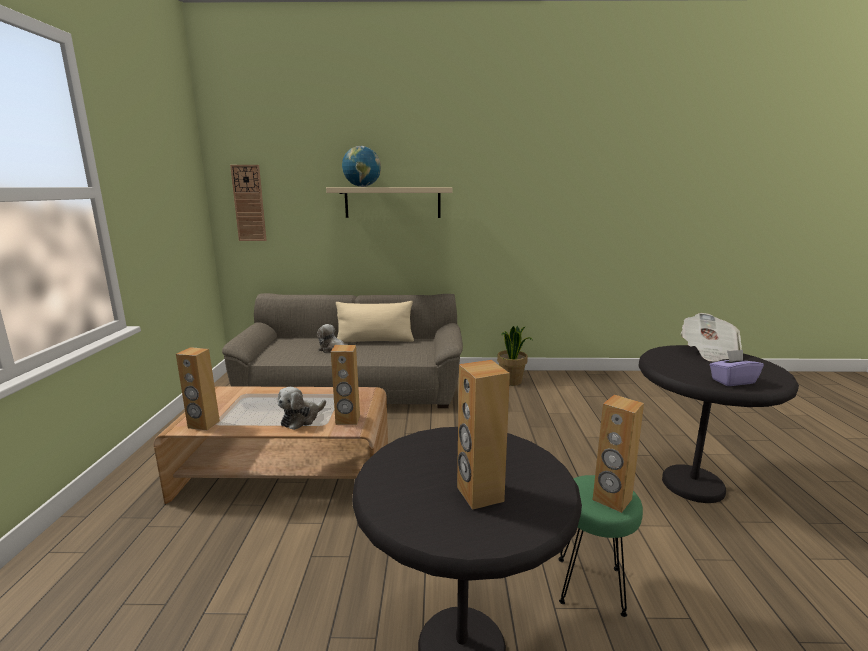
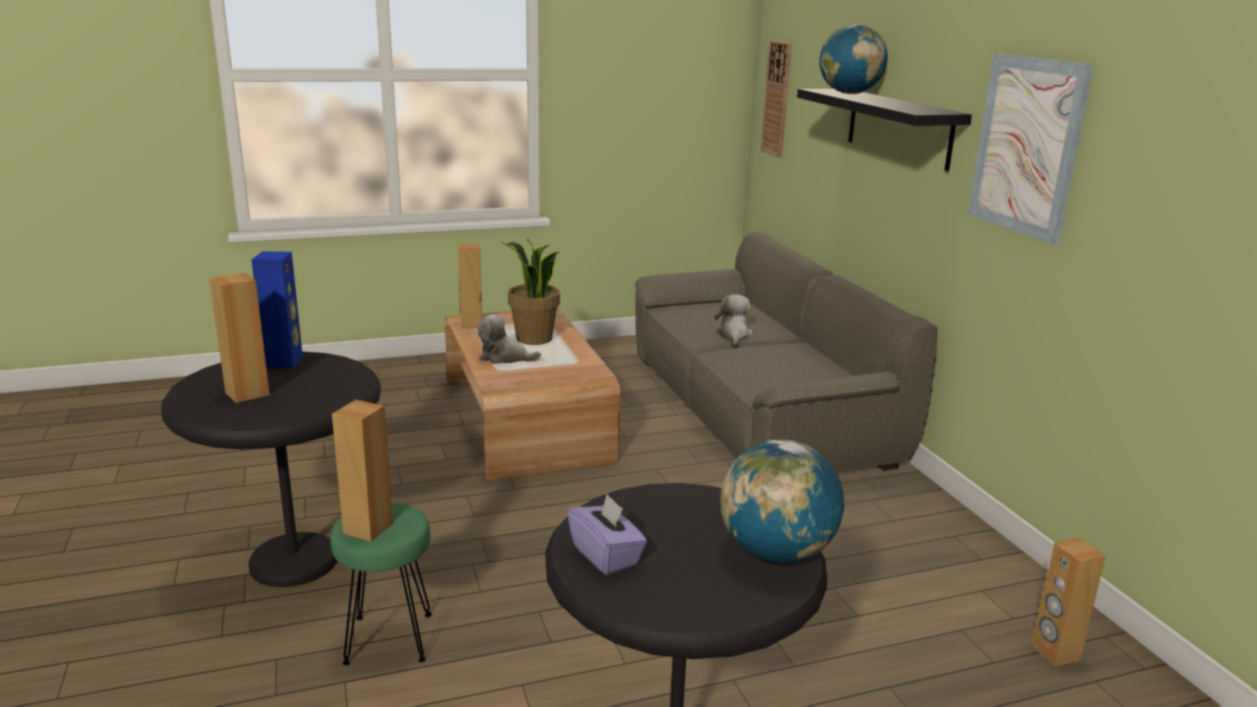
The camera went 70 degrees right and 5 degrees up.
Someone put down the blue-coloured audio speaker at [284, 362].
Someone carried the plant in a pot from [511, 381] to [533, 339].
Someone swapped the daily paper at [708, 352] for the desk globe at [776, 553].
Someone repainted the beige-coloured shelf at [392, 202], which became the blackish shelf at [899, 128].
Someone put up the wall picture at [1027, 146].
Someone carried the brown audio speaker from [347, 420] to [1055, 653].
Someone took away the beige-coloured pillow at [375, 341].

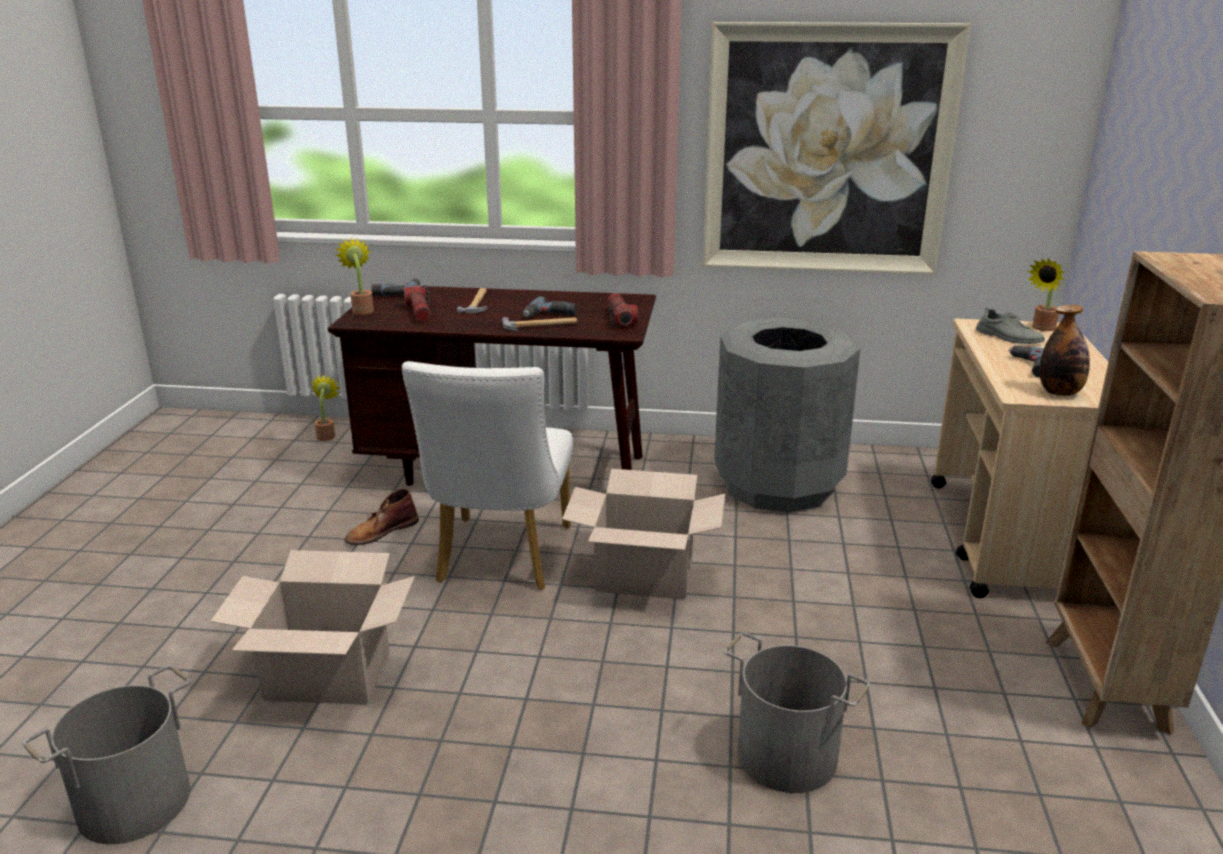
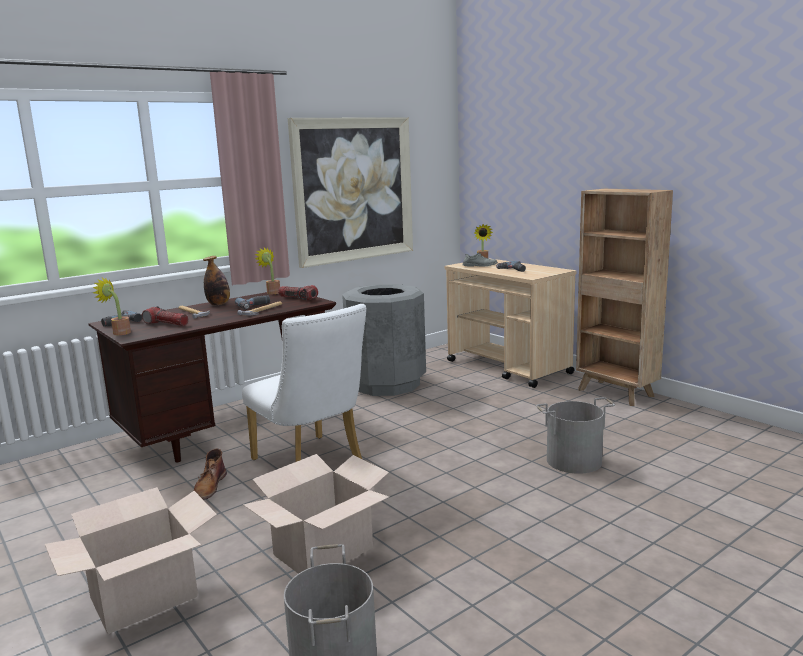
The camera went 45 degrees left and 10 degrees down.
Someone carried the carton from [645, 575] to [144, 597].
Someone carried the drink bottle from [1059, 392] to [218, 304].
Someone carried the plant in a pot from [327, 435] to [272, 292].

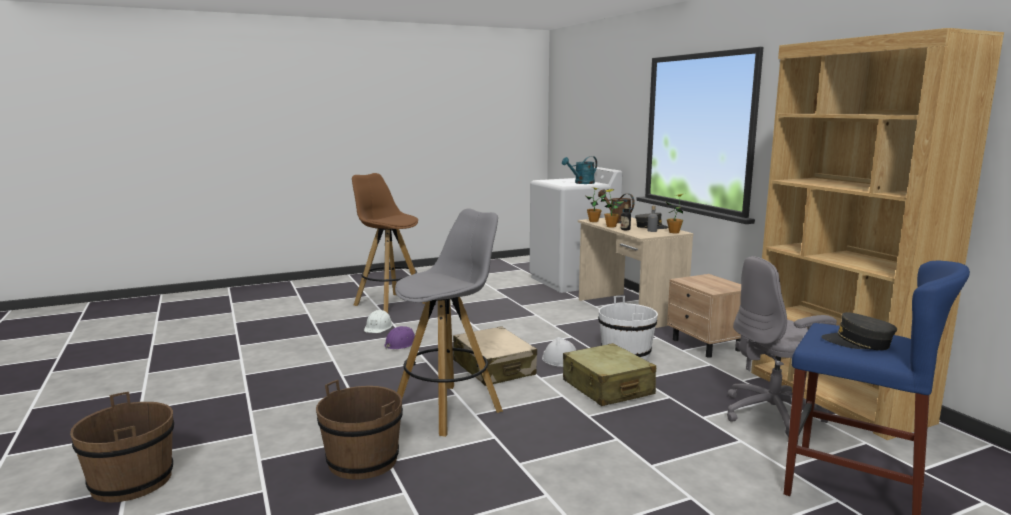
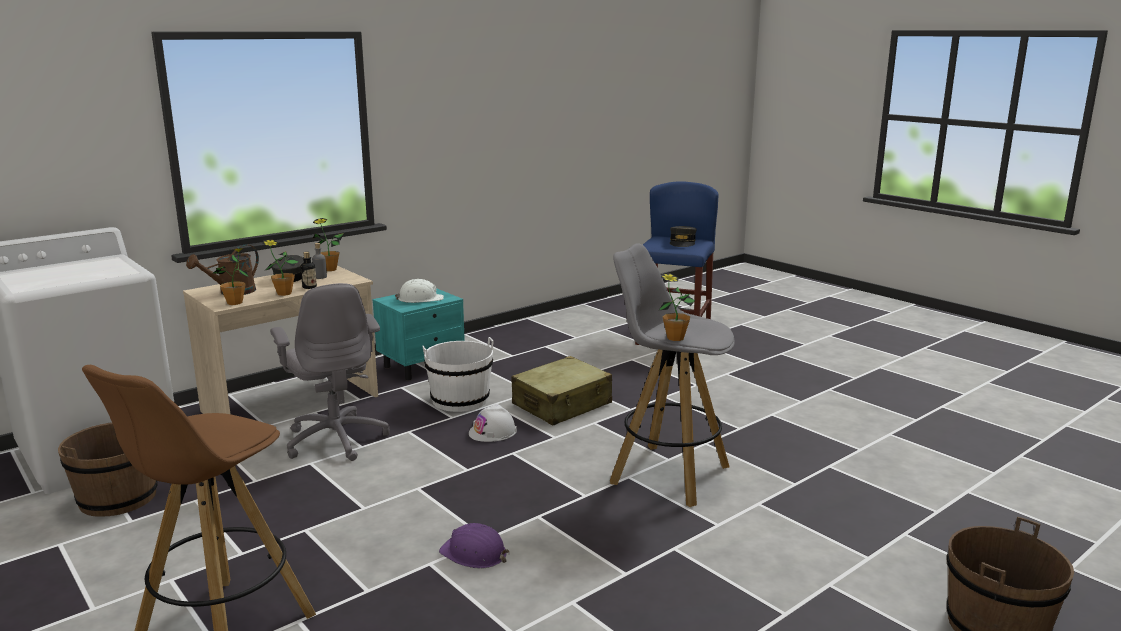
The camera went 105 degrees left and 5 degrees up.
Someone carried the brown pail from [362, 461] to [118, 498].
Someone carried the greyish office chair from [773, 414] to [336, 439].
Someone repainted the beige-coloured bedside table at [706, 345], which became the turquoise-coloured bedside table at [422, 366].
Someone carried the whitish safety helmet from [378, 327] to [420, 299].
Someone put down the plant in a pot at [675, 338].
Someone took away the beige-coloured piece of luggage at [494, 368].
Someone took away the turquoise-coloured watering can at [581, 183].
Someone took away the brown bookshelf at [836, 396].

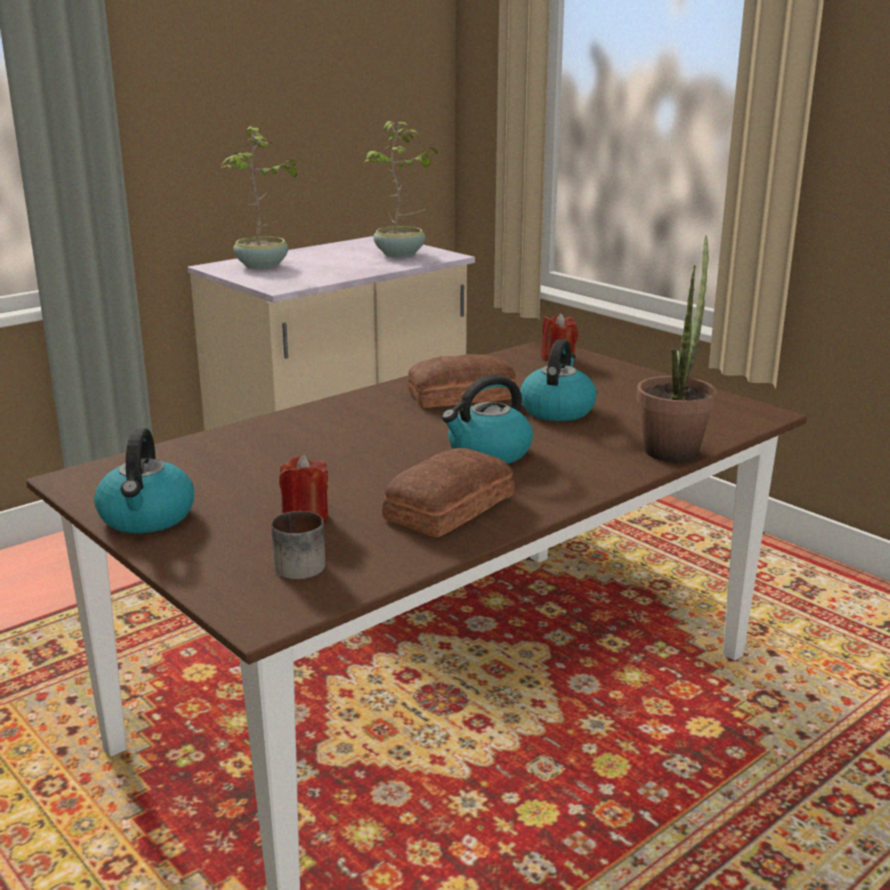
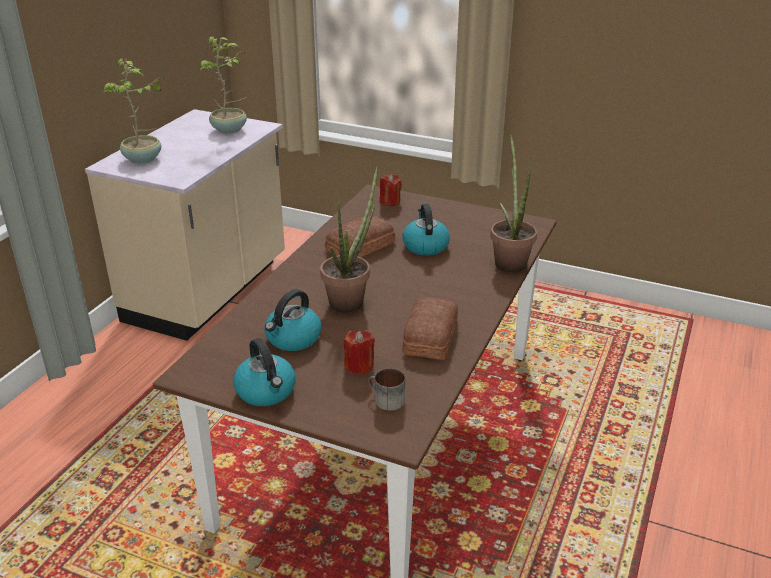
The camera went 25 degrees left and 10 degrees up.
Someone carried the water kettle from [488, 453] to [293, 339].
Someone put down the plant in a pot at [350, 299].

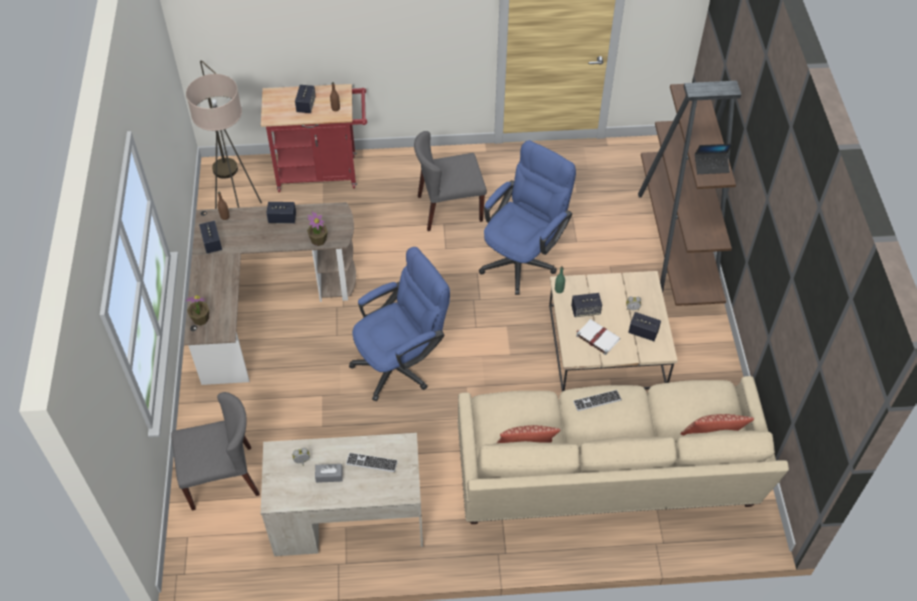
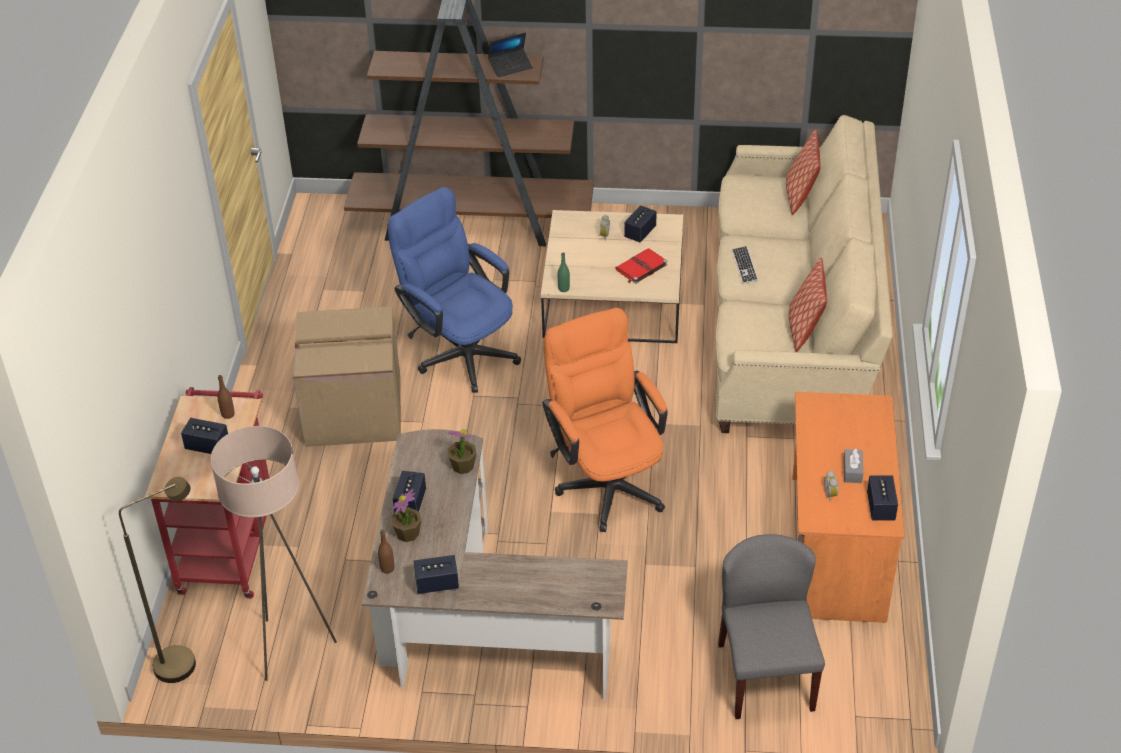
The camera went 80 degrees left and 10 degrees down.
Someone swapped the greyish plain chair at [449, 209] for the carton at [352, 411].
Someone carried the plant in a pot from [200, 319] to [407, 534].
Someone rotated the laptop at [711, 166] by 60 degrees clockwise.
Someone repainted the blue-coloured office chair at [401, 363], which became the orangey office chair at [606, 481].
Someone repainted the whitish bound book at [597, 337], which became the red bound book at [641, 268].
Someone repainted the beige-coloured desk table at [348, 519], which became the orangey desk table at [837, 548].
Someone carried the audio speaker from [585, 310] to [880, 507].
Someone took away the computer keyboard at [372, 463].

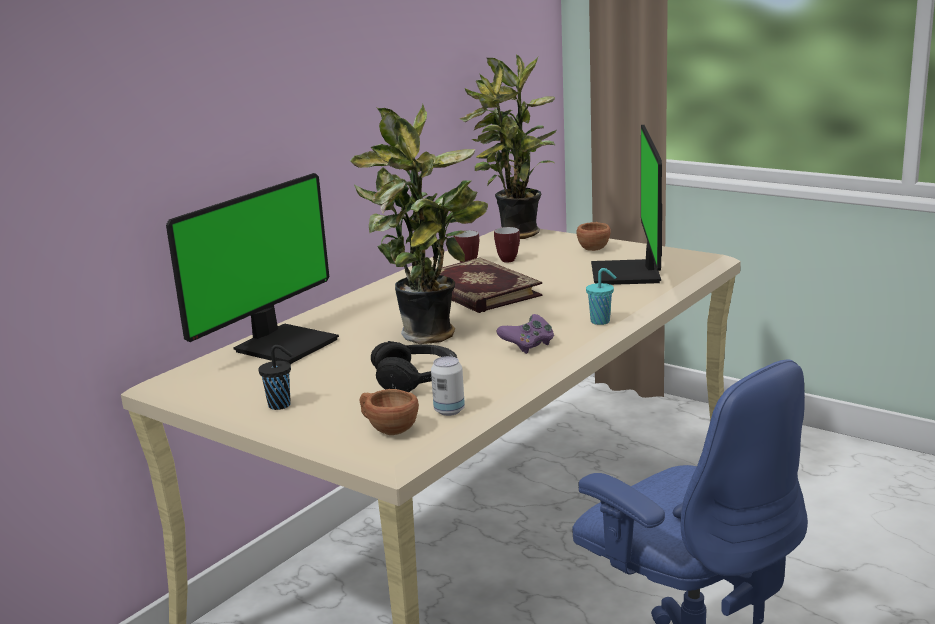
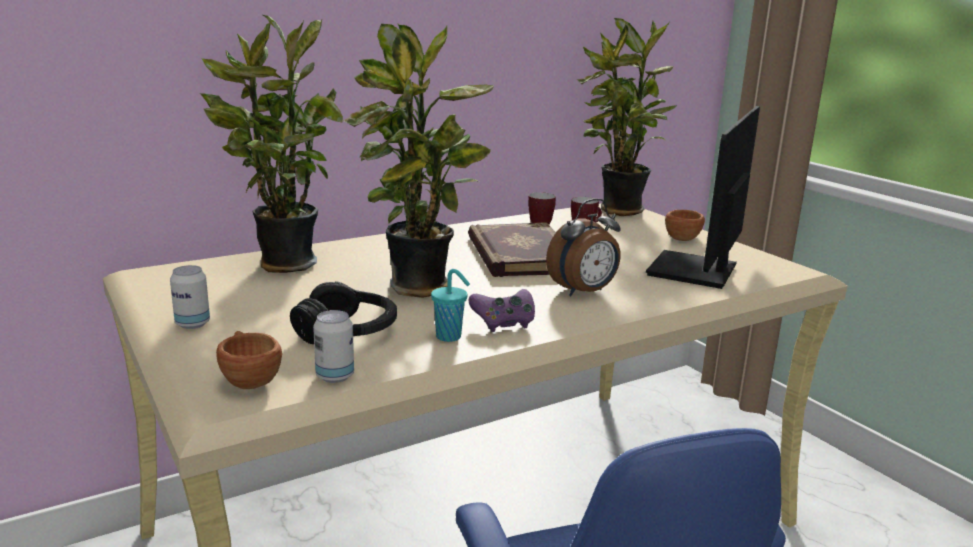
The camera went 20 degrees right and 0 degrees up.
Someone swapped the blackish small cup at [281, 405] for the sealed can at [192, 324].
Someone swapped the monitor at [284, 344] for the plant in a pot at [281, 265].
Someone carried the turquoise-coloured small cup from [601, 321] to [450, 337].
Someone put down the alarm clock at [584, 292].

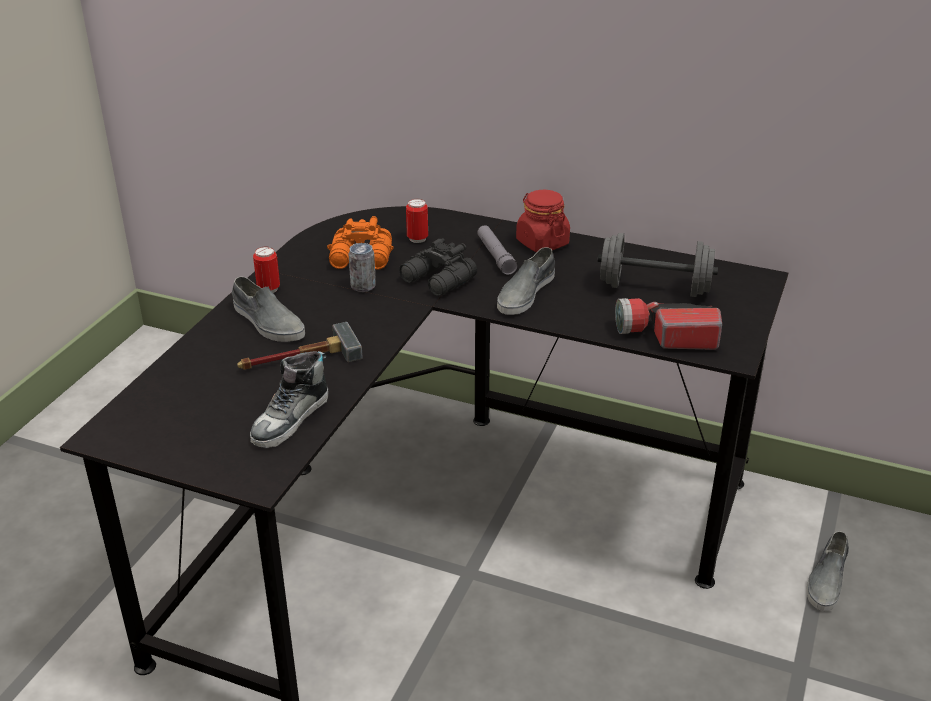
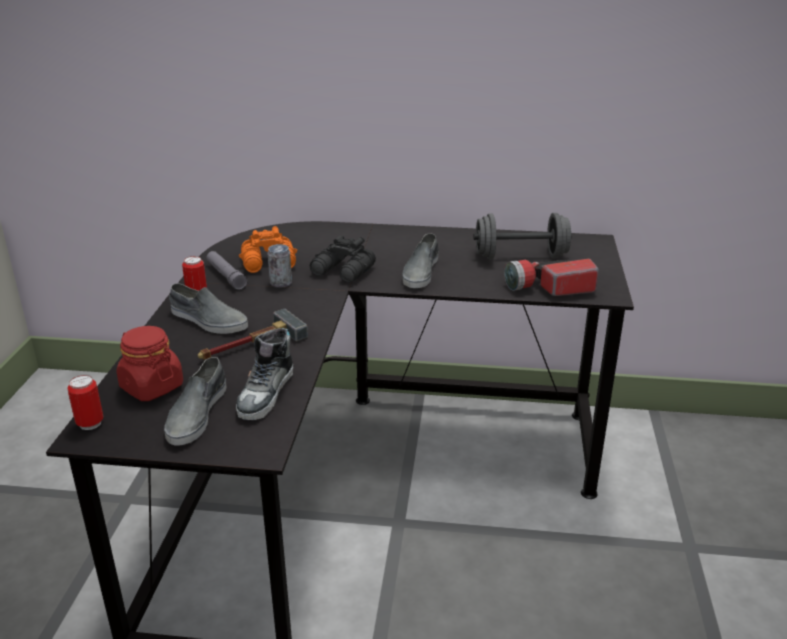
The camera went 15 degrees left and 5 degrees down.
Someone carried the sealed can from [417, 239] to [90, 423].
Someone carried the red storage jar from [542, 243] to [151, 387].
Someone carried the greyish shoe from [826, 580] to [196, 413].
Someone carried the greyish hand torch from [495, 256] to [226, 276].

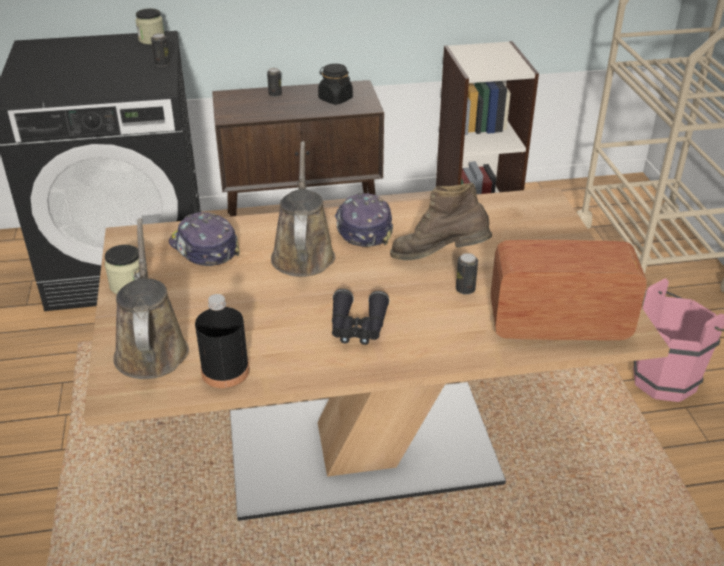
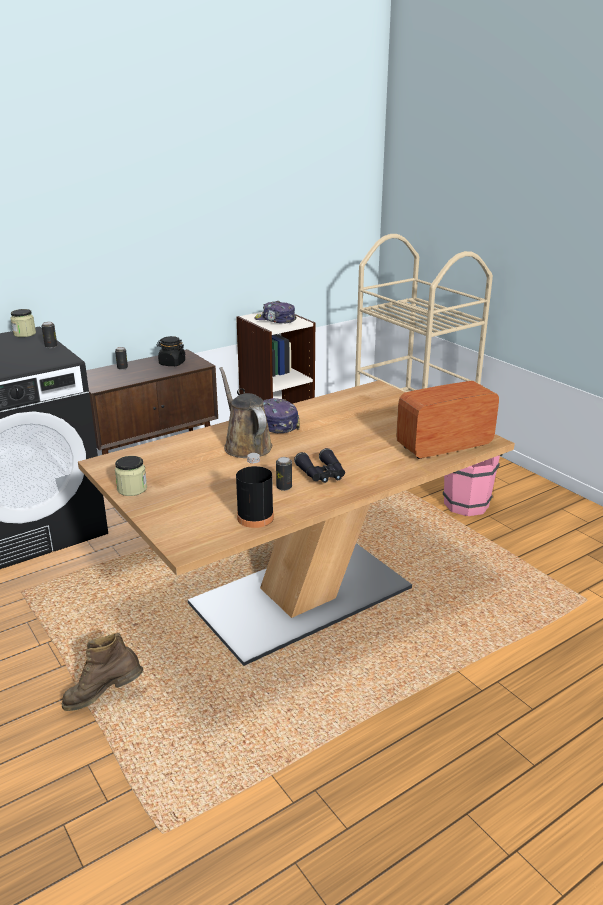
The camera went 25 degrees left and 10 degrees down.
Someone carried the brown tall boot from [439, 259] to [104, 697].
Someone carried the peaked cap from [203, 248] to [275, 320].
Someone carried the sealed can from [465, 289] to [284, 487].
Someone took away the brown watering can at [151, 348].

